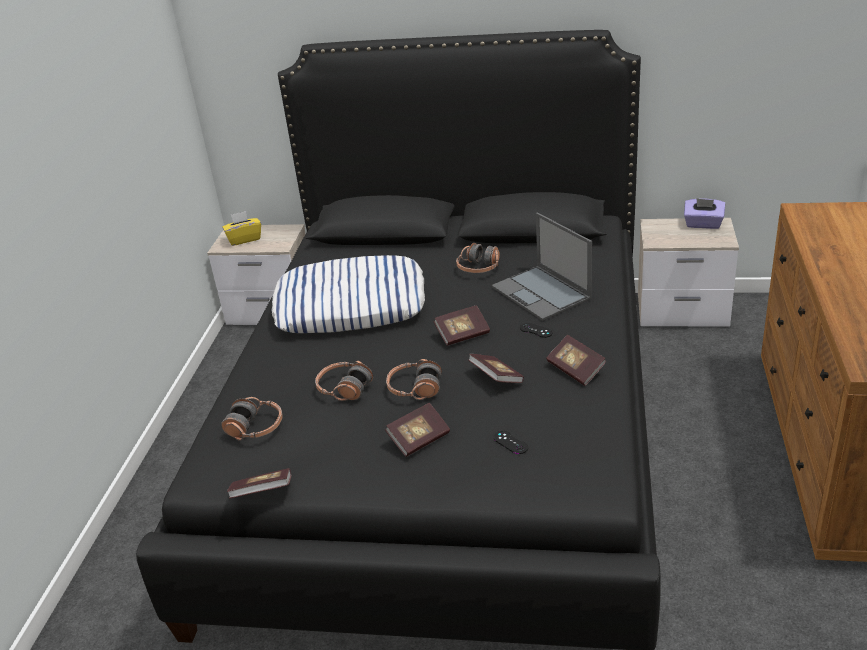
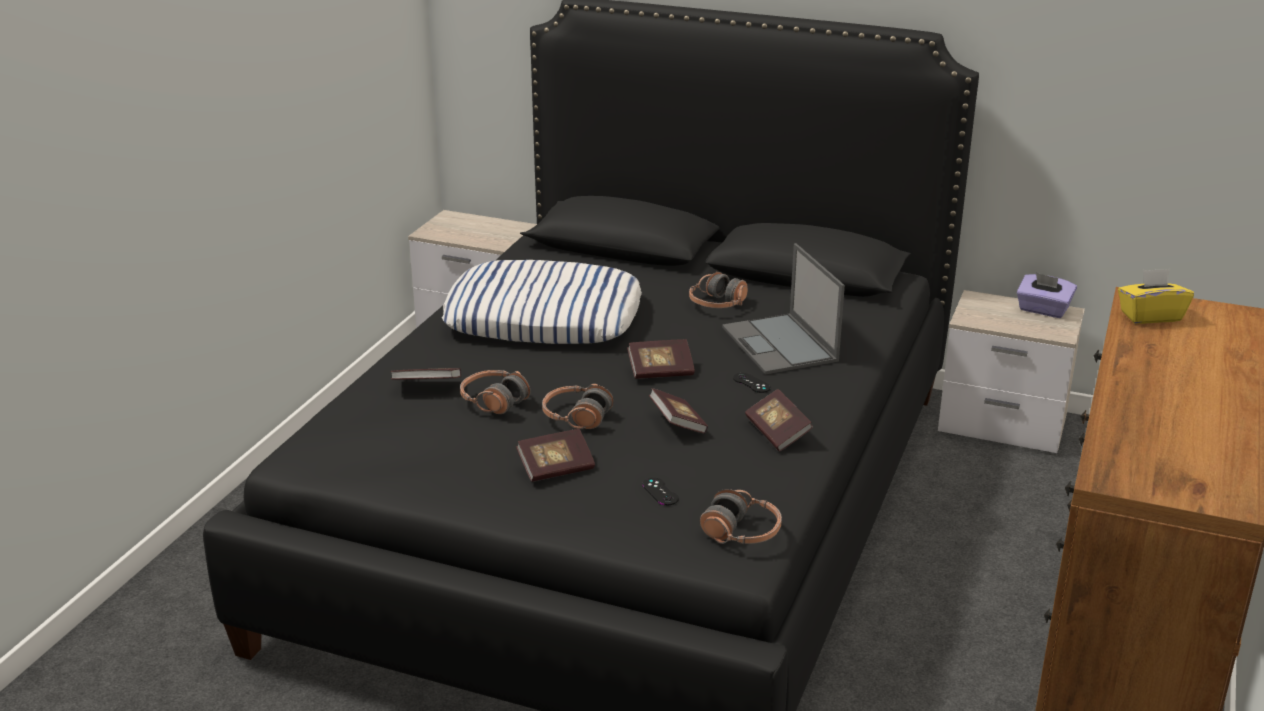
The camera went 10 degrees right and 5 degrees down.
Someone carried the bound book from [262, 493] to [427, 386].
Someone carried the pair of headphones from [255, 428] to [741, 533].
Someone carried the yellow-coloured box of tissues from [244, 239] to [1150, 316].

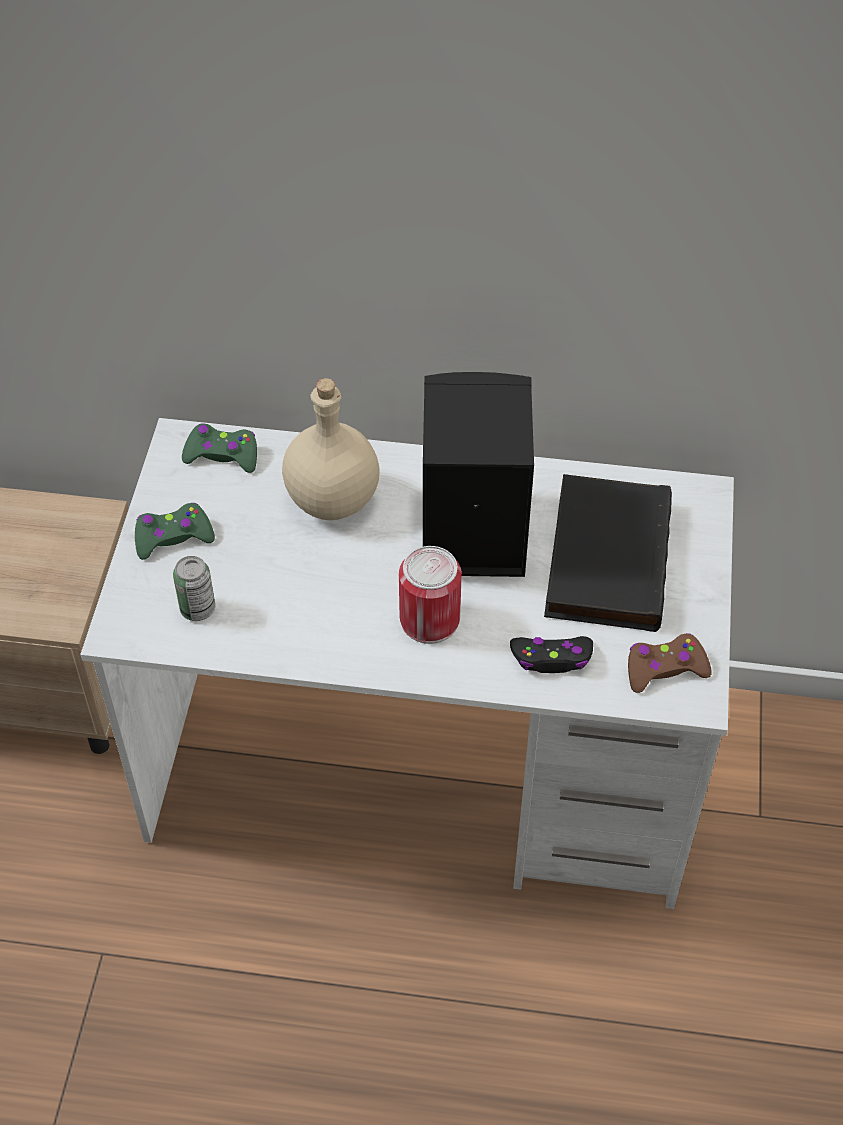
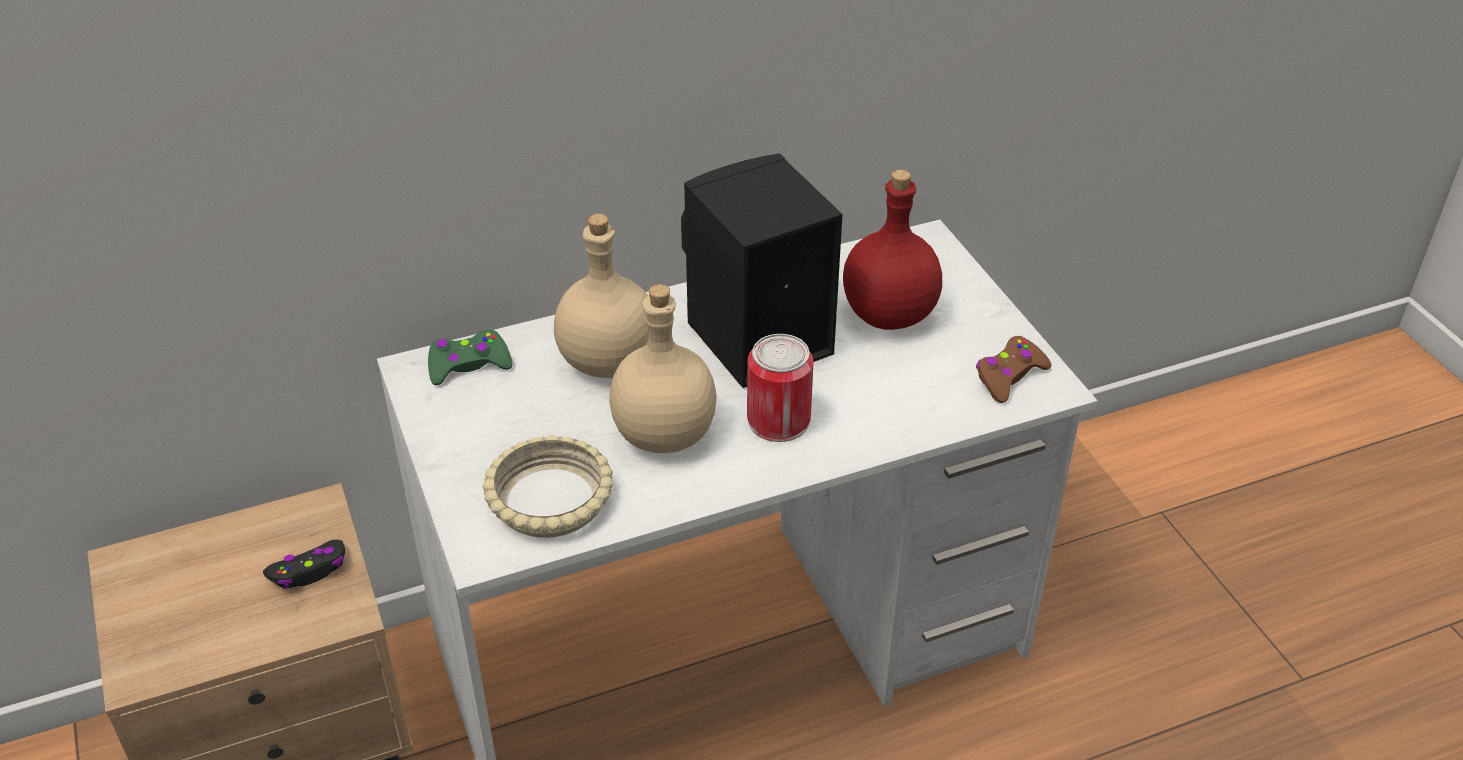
The camera went 30 degrees left and 10 degrees down.
Someone carried the blackish gamepad from [552, 659] to [309, 571].
Someone swapped the sealed can at [197, 609] for the beige-coloured serving bowl at [549, 500].
Someone put down the beige-coloured drink bottle at [666, 435].
Someone swapped the blackish bound book at [603, 557] for the red drink bottle at [887, 315].
Someone took away the green-coloured gamepad at [173, 537].

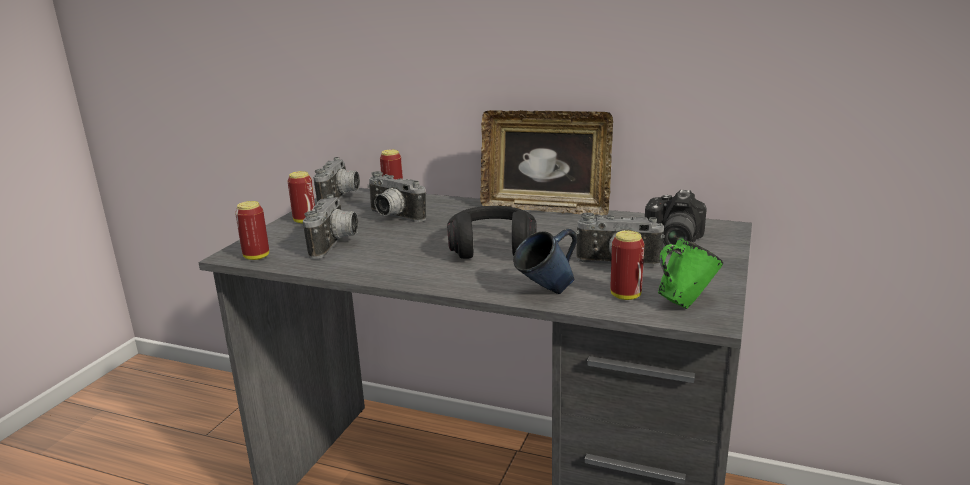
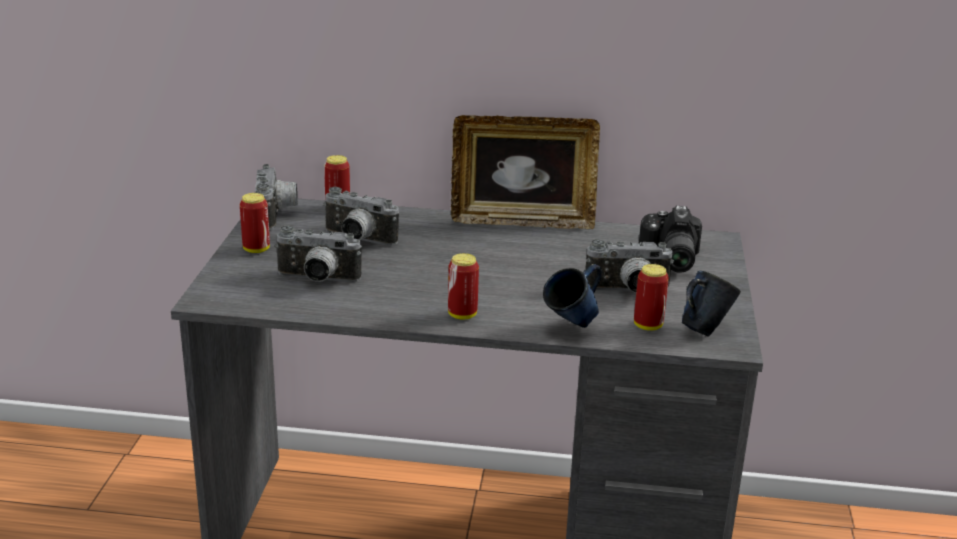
The camera went 15 degrees left and 5 degrees up.
Someone rotated the still camera at [336, 245] by 105 degrees clockwise.
Someone carried the sealed can from [256, 257] to [462, 315].
Someone repainted the green-coloured mug at [684, 302], which became the blue-coloured mug at [704, 329].
Someone took away the blackish pair of headphones at [492, 246].

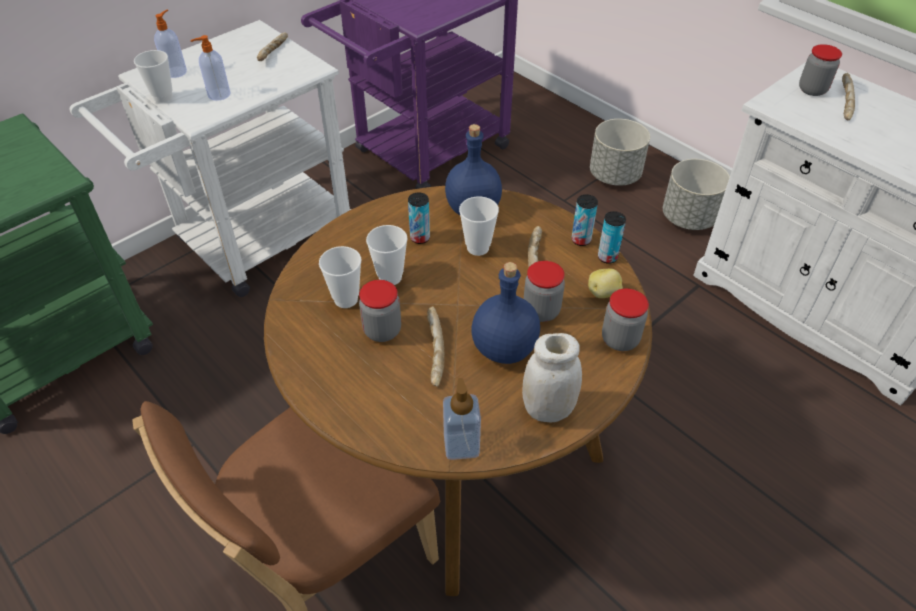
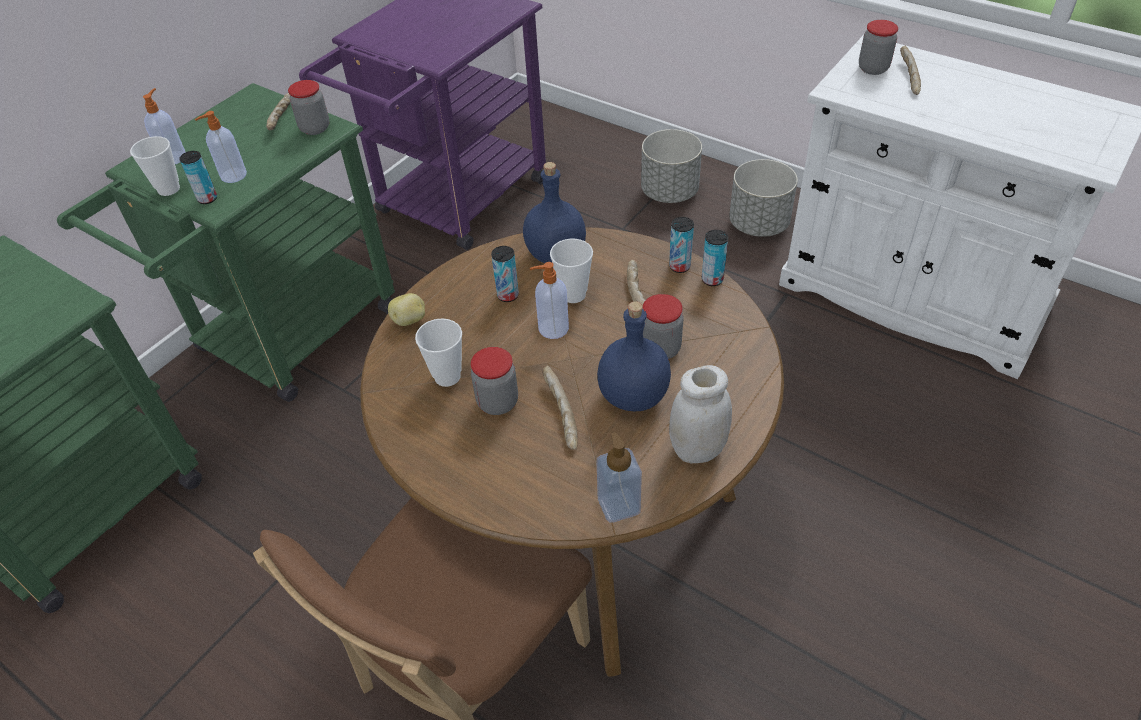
The camera went 10 degrees left and 0 degrees up.
Someone repainted the whitish trolley at [252, 244], which became the green-coloured trolley at [285, 339].
Someone put down the sealed can at [207, 199].
Someone carried the storage jar from [620, 339] to [315, 128].
Someone carried the spud from [604, 293] to [410, 320].
Someone put down the soap bottle at [552, 328].
Someone took away the small cup at [390, 277].

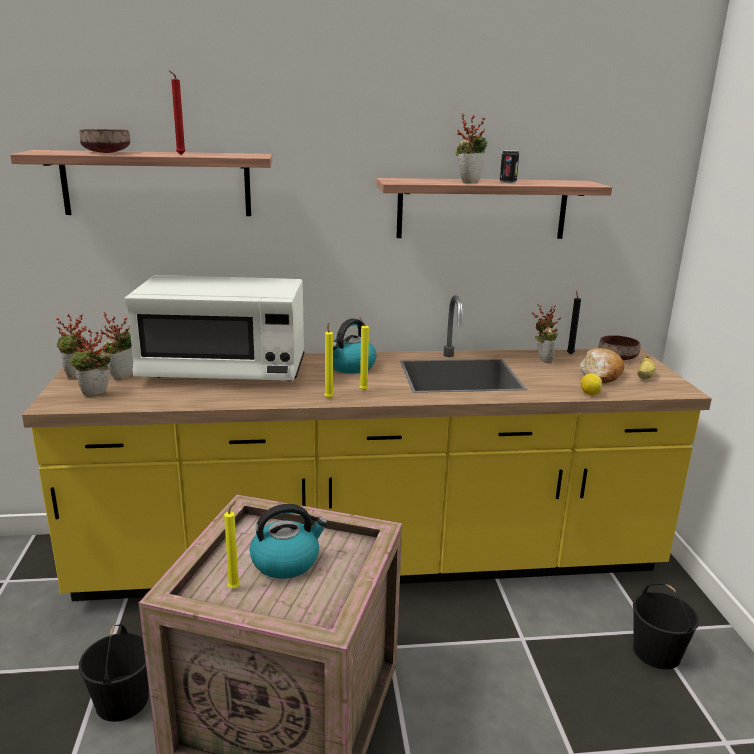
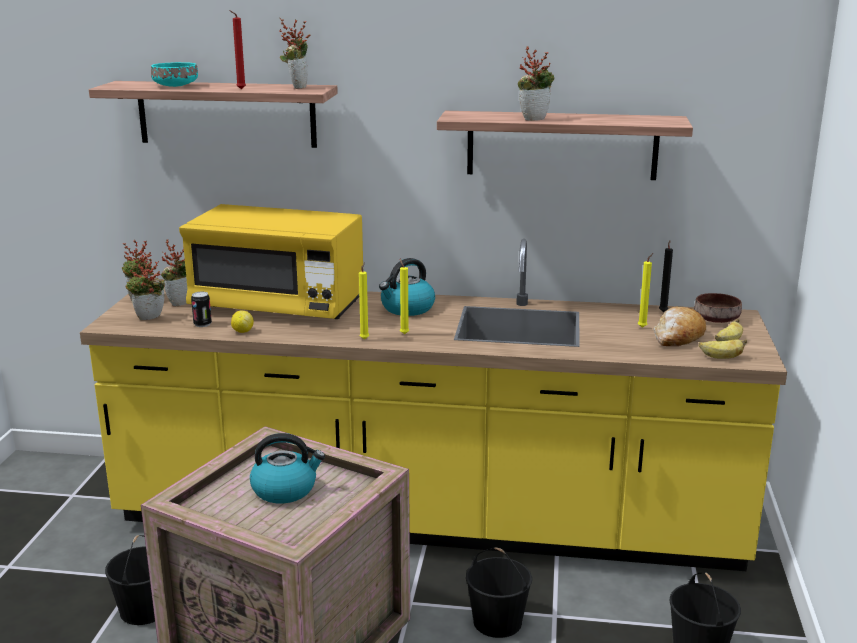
The camera went 15 degrees right and 0 degrees up.
Someone repainted the brown serving bowl at [105, 152], which became the turquoise-coloured serving bowl at [174, 86].
Someone repainted the whitish microwave at [224, 372], which became the yellow-coloured microwave at [278, 306].
Someone carried the sealed can from [507, 182] to [202, 324].
Someone carried the lemon from [589, 393] to [242, 331].
Someone carried the plant in a pot from [542, 360] to [297, 87].
Someone put down the blackish pail at [498, 621].
Someone carried the yellow-coloured wax light from [235, 587] to [643, 327].
Someone put down the banana at [721, 358].

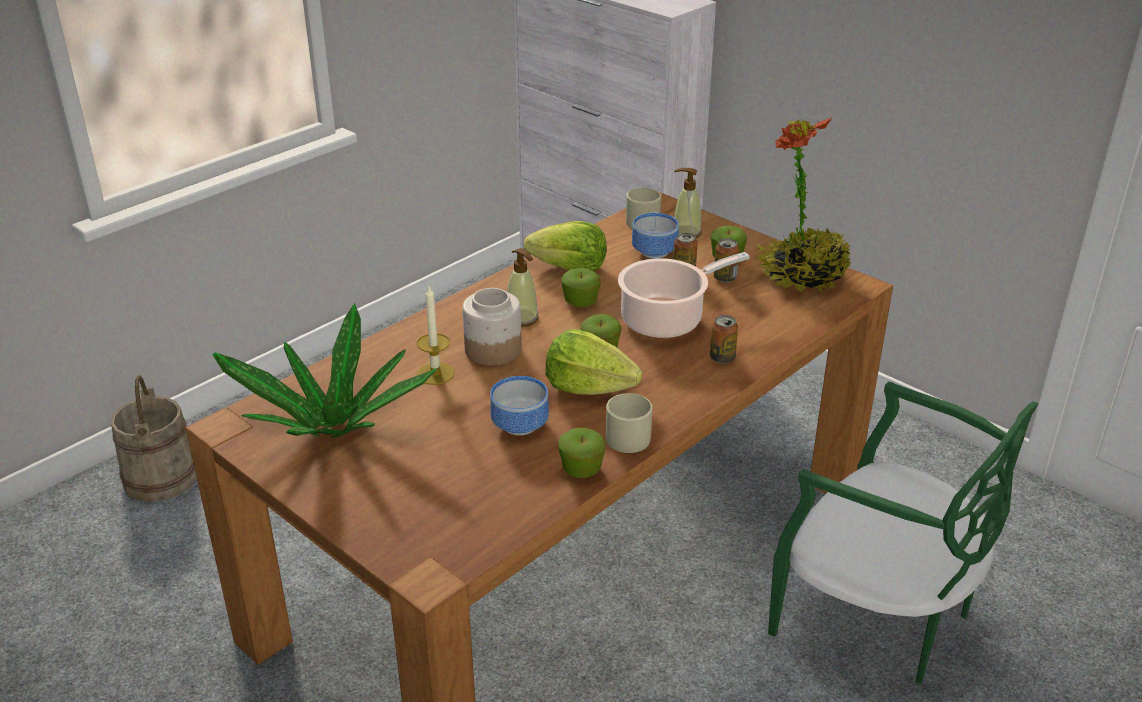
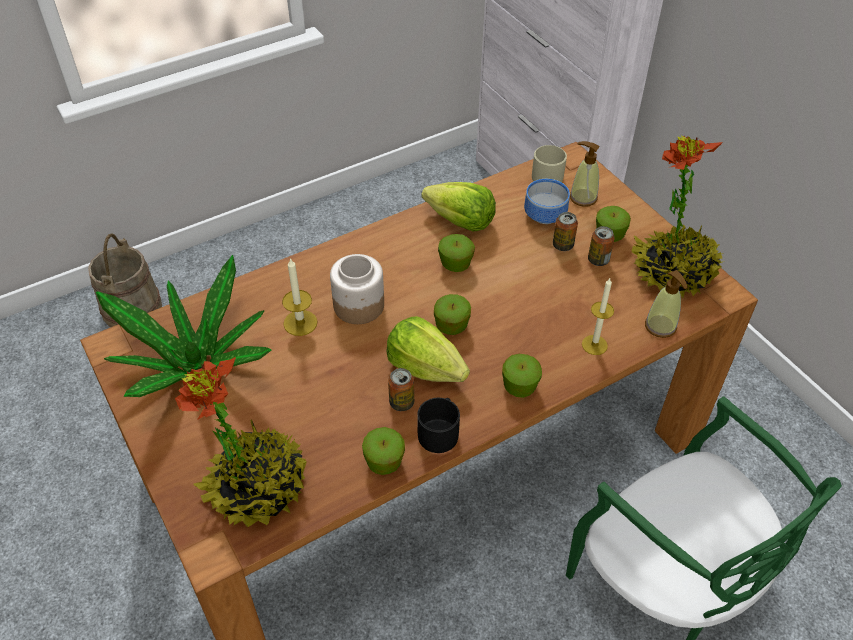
The camera went 15 degrees right and 15 degrees up.
Someone put down the plant in a pot at [257, 486].
Someone carried the sealed can from [722, 358] to [401, 403].
Someone repainted the beige-coloured mug at [628, 435], which became the blackish mug at [440, 431].
Someone put down the apple at [519, 386].
Someone put down the wax light at [594, 345].
Someone carried the soap bottle from [522, 319] to [660, 326].
Someone took away the serving bowl at [521, 426].
Someone took away the saucepot at [666, 319].

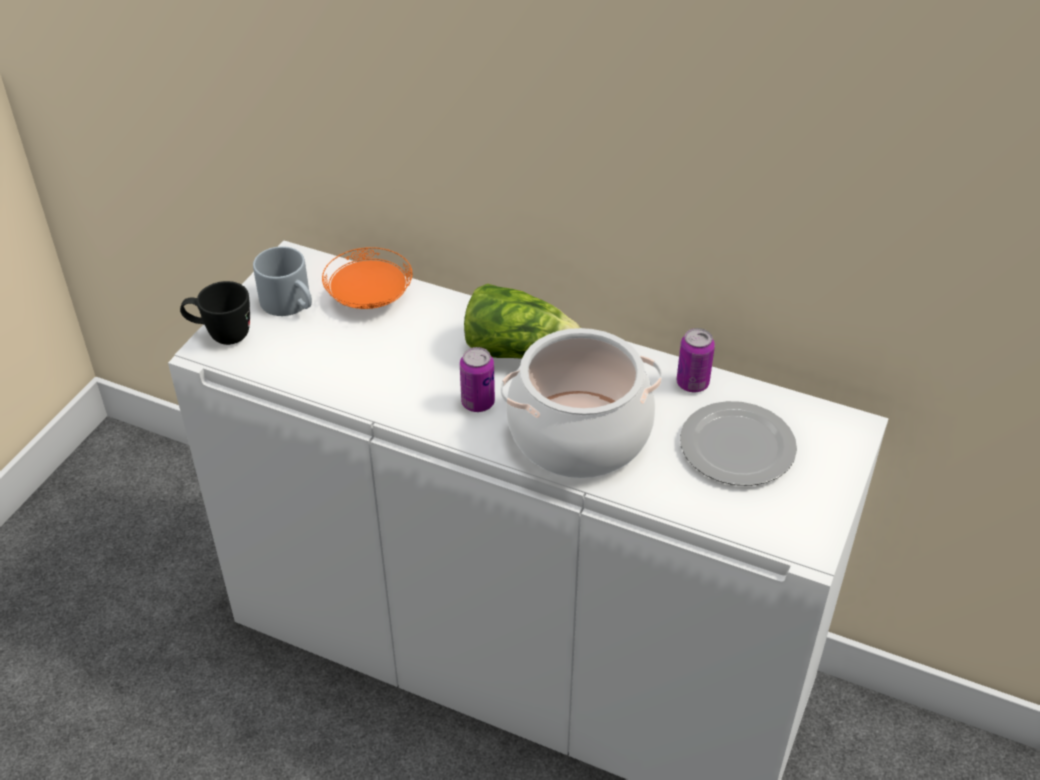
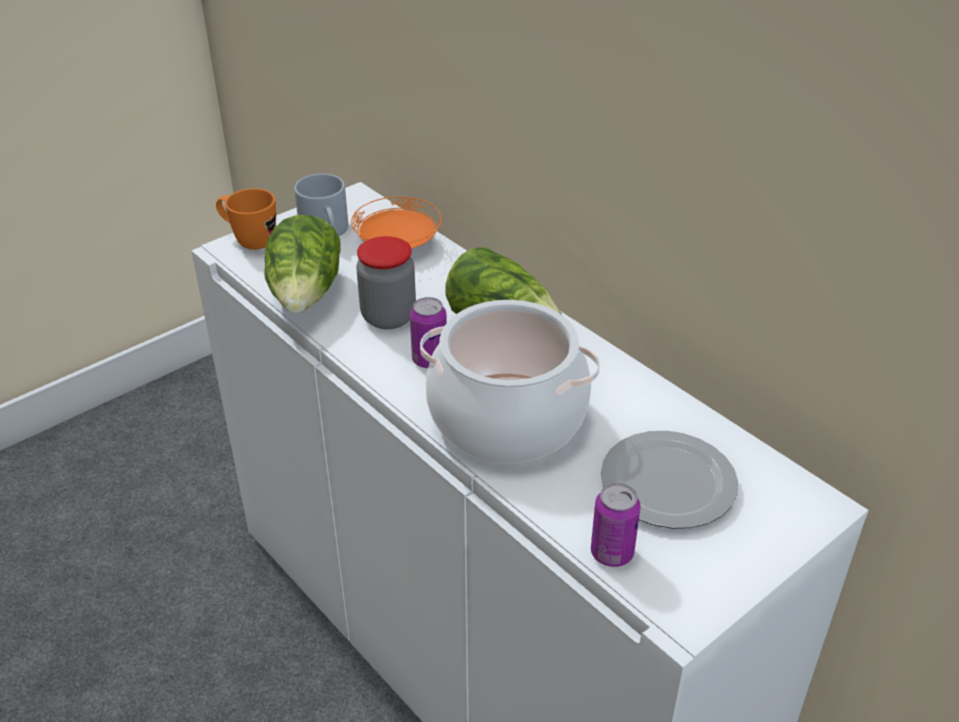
The camera went 25 degrees right and 5 degrees down.
Someone repainted the blackish mug at [220, 335], which became the orangey mug at [249, 241].
Someone put down the head of lettuce at [306, 294].
Someone put down the storage jar at [388, 317].
Someone carried the sealed can from [692, 383] to [612, 553].

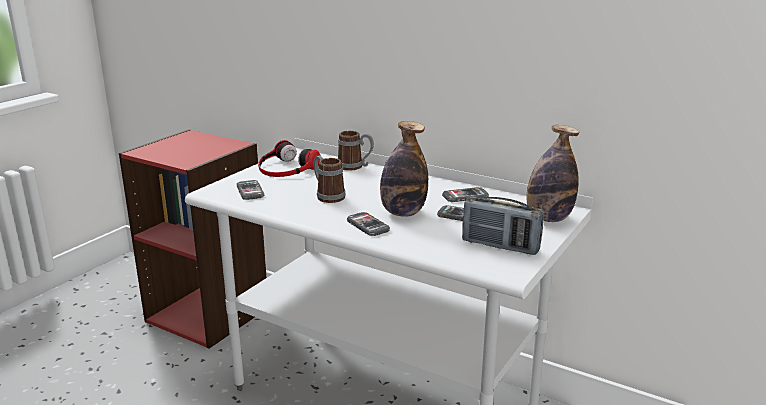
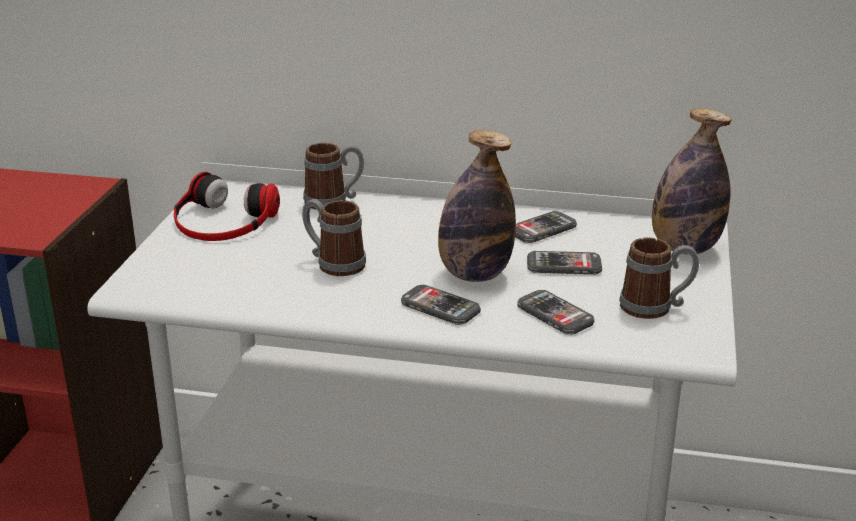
The camera went 20 degrees left and 5 degrees up.
Someone carried the handset from [250, 191] to [555, 314].
Someone swapped the radio set at [500, 246] for the mug at [655, 307].

